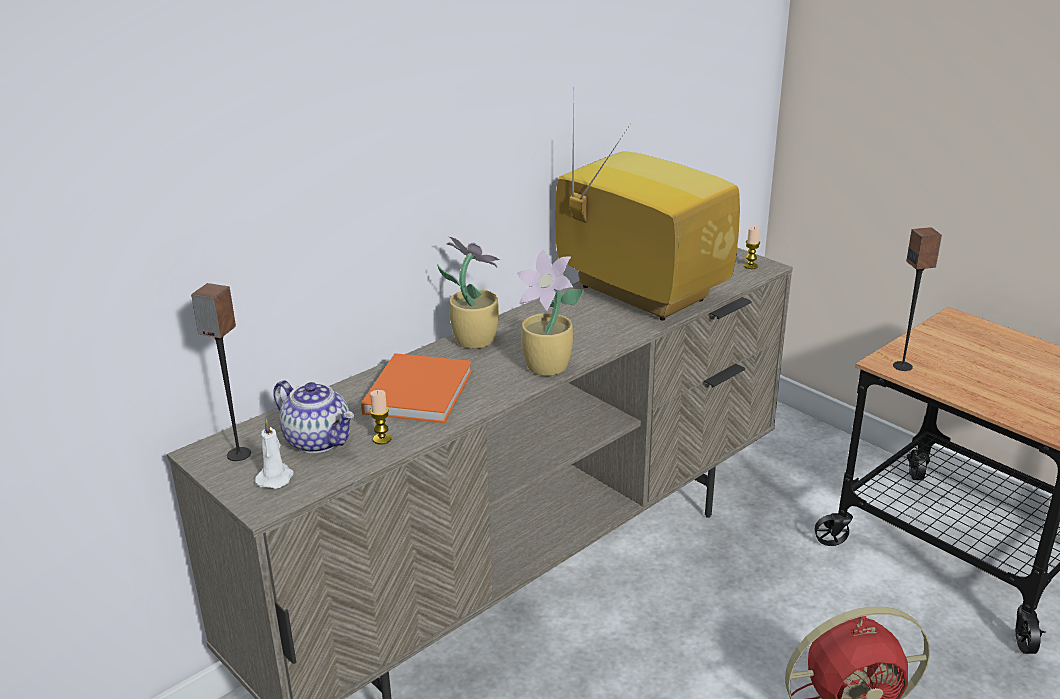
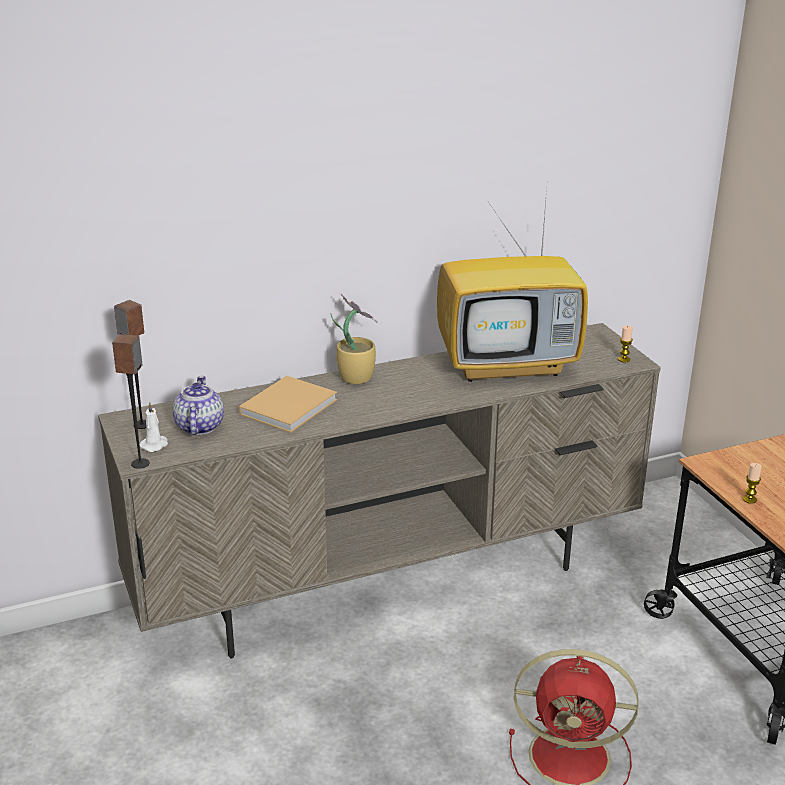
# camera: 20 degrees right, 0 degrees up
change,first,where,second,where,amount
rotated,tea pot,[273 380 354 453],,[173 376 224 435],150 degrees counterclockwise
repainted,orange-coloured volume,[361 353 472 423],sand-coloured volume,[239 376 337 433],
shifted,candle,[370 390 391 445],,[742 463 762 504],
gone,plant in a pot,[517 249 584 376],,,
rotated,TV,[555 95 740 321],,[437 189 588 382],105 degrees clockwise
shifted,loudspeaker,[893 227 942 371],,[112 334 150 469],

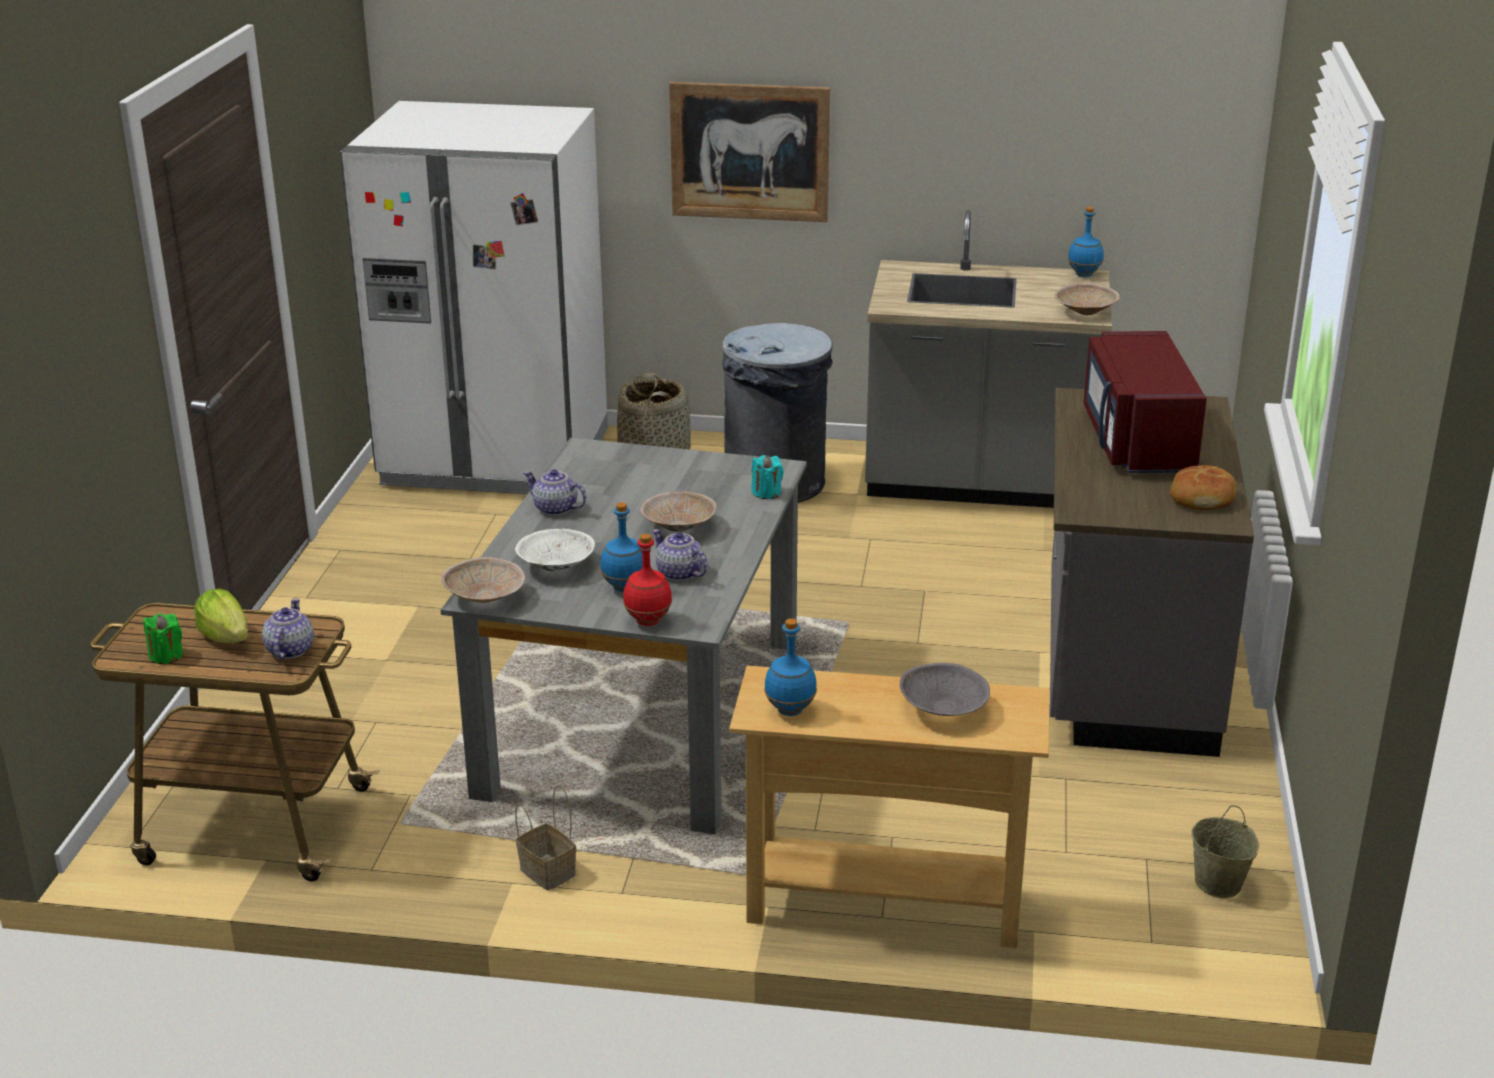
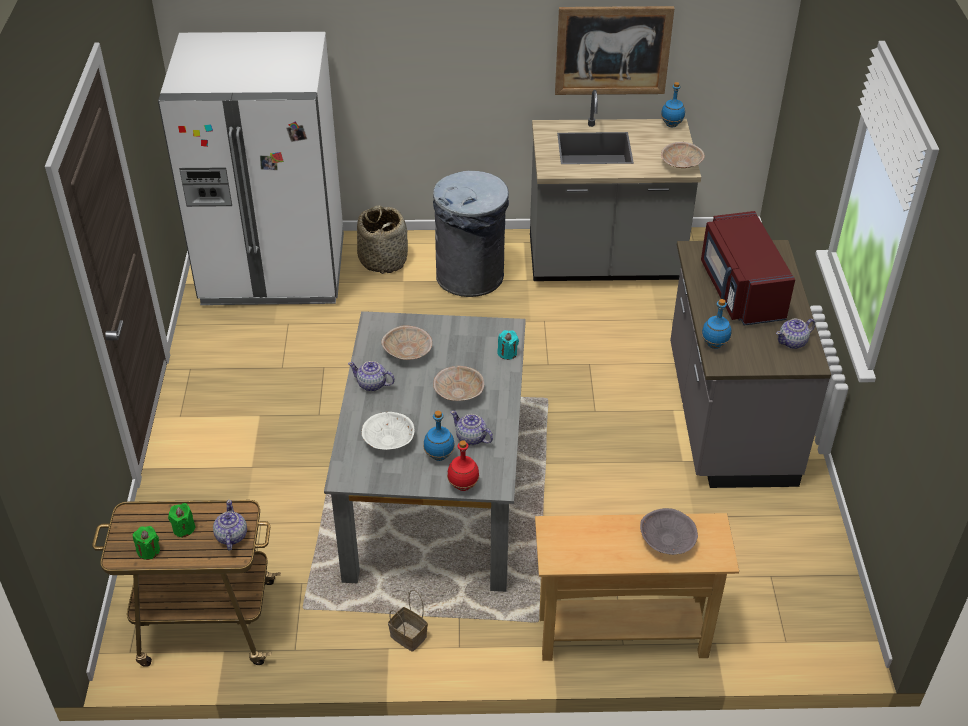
# camera: 10 degrees left, 15 degrees up
change,first,where,second,where,amount
swapped,head of lettuce,[194 589 248 643],green candle,[168 503 196 538],
shifted,sand-coloured deep dish,[441 557 526 603],,[381 325 432 360],
shifted,wall art,[669 82 830 222],,[555 6 675 95],
shifted,blue-coloured drink bottle,[764 619 817 716],,[702 299 732 349],
swapped,bakery bread,[1170 465 1237 510],tea pot,[776 319 815 349],
gone,sand-coloured water bucket,[1191 805 1259 898],,,

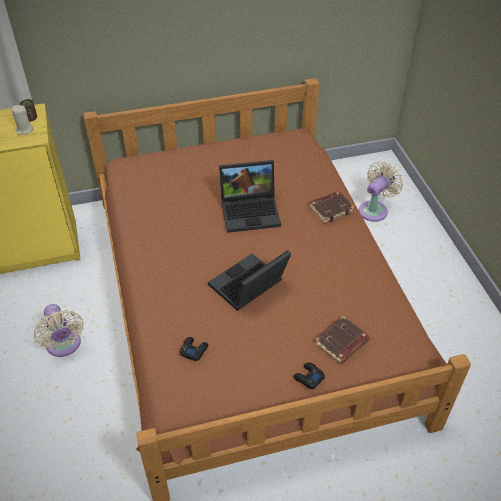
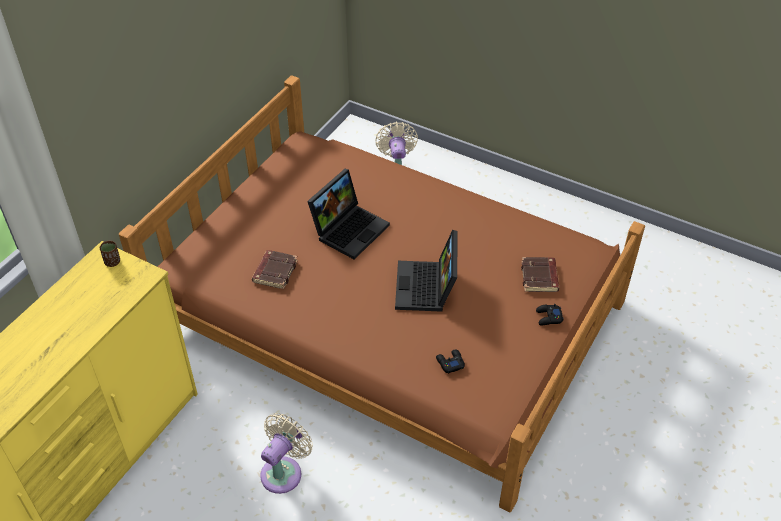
# camera: 45 degrees left, 0 degrees up
change,first,where,second,where,amount
gone,sand-coloured candle,[12 105 33 135],,,
rotated,sand-coloured cooling fan,[34 304 84 357],,[260 413 313 494],75 degrees counterclockwise
shifted,brownish volume,[309 191 355 223],,[252 250 298 289],

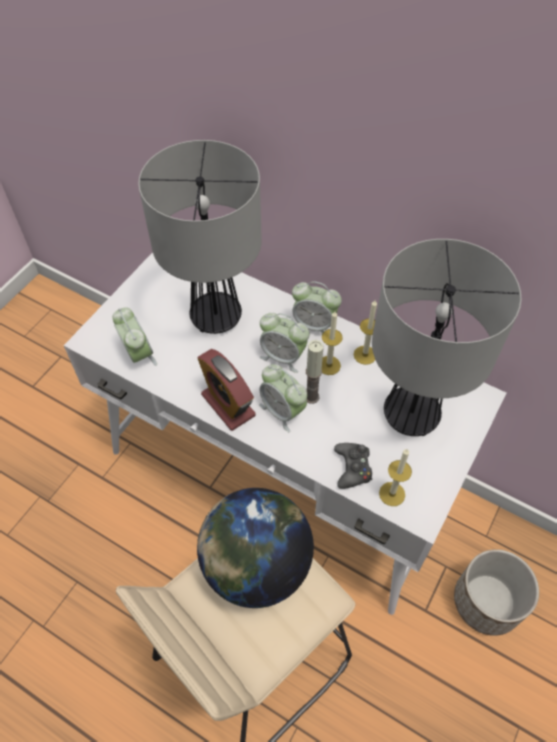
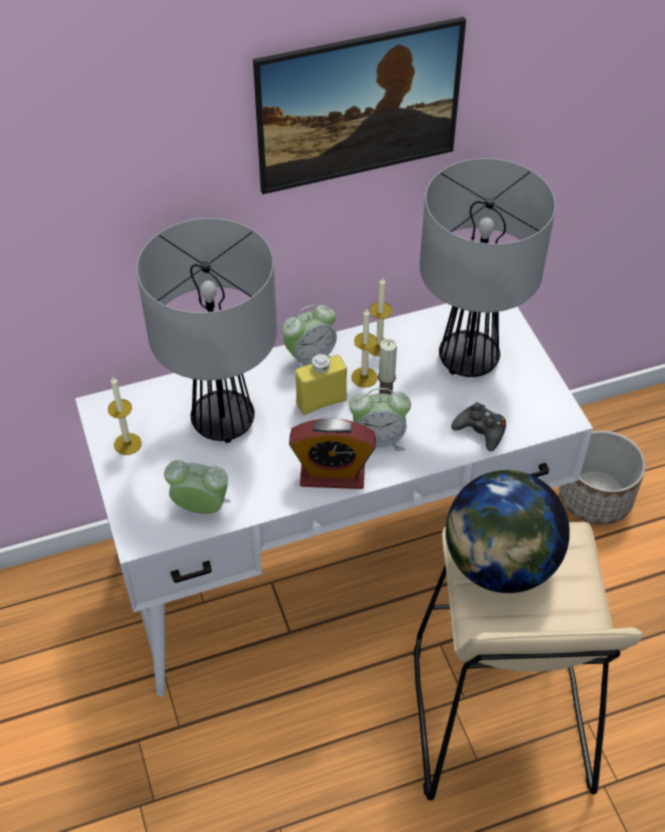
# camera: 50 degrees left, 5 degrees down
change,first,where,second,where,amount
swapped,alarm clock,[260 313 309 373],yellow drink bottle,[295 354 347 415],
shifted,candle,[379 448 412 506],,[108 377 142 455],
new,,,wall art,[253 17 466 194],

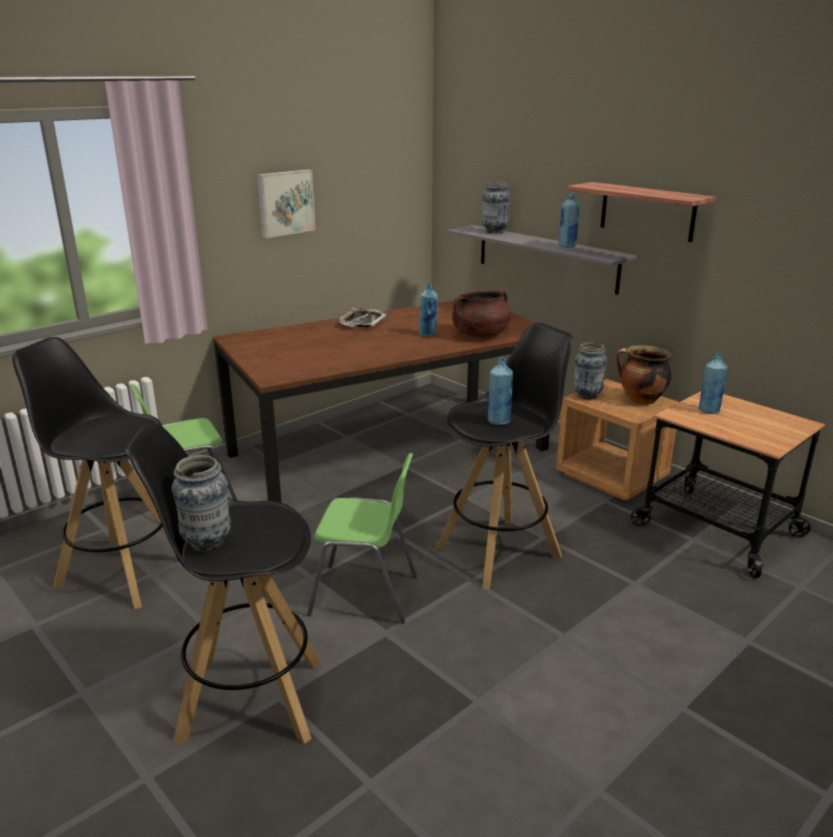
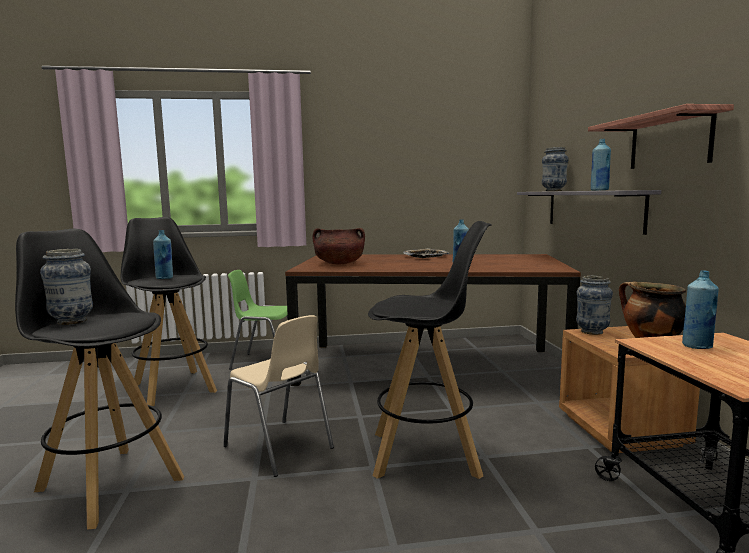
# camera: 35 degrees right, 15 degrees down
change,first,where,second,where,amount
gone,wall art,[257 169 315 238],,,
repainted,green chair,[307 453 417 624],sand-coloured chair,[223 315 334 477],
shifted,brownish cooking pot,[452 290 511 338],,[312 228 365 265],
shifted,blue-coloured drink bottle,[488 357 513 425],,[153 230 173 279],

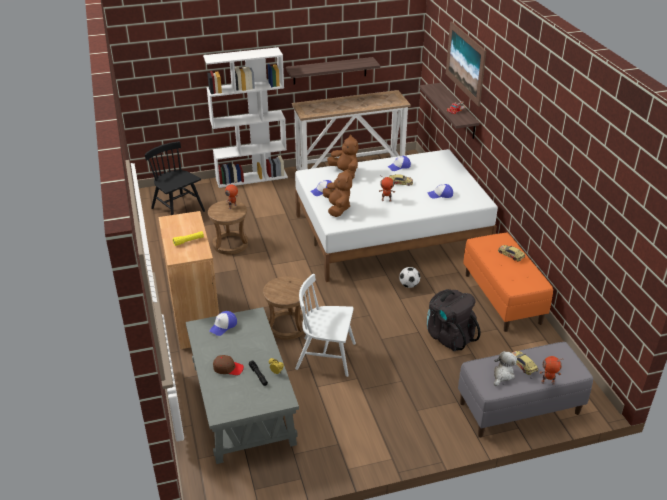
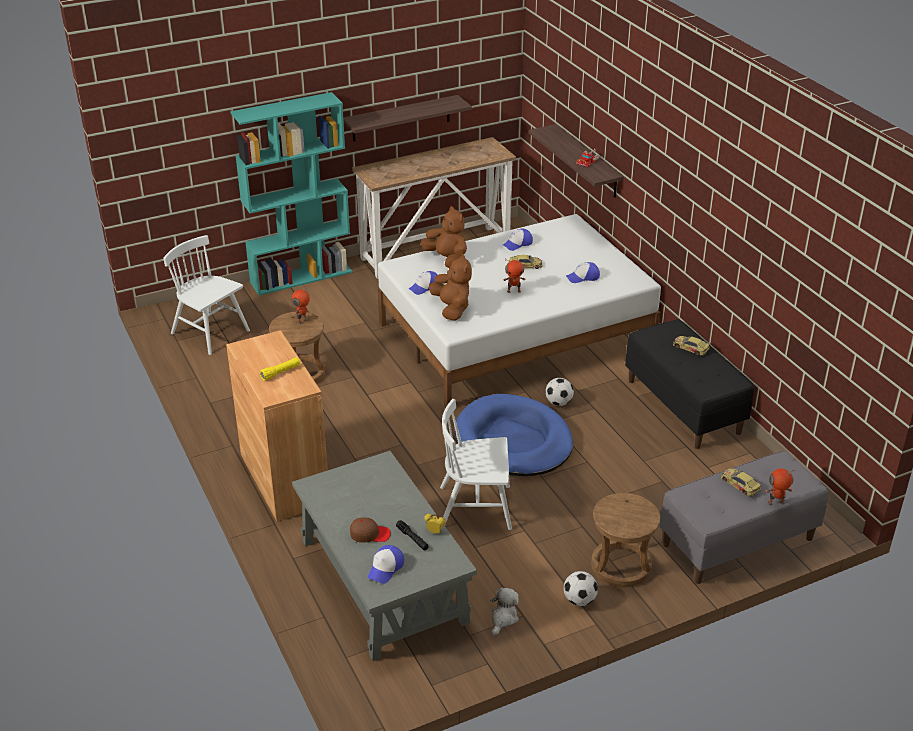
# camera: 10 degrees left, 0 degrees up
change,first,where,second,where,amount
repainted,blackish chair,[145 141 205 215],white-coloured chair,[163 235 250 355],
repainted,white-coloured bookshelf,[203 47 288 188],blue-green bookshelf,[230 92 352 296],
shifted,baseball cap,[209 311 237 336],,[368 545 404 584],
shifted,brownish sitting stool,[263 276 308 340],,[591 493 660 587],
gone,blackish backpack,[427 289 481 351],,,
gone,wall art,[446 22 486 107],,,
repainted,orange-coloured indoor bench,[463 233 553 332],blackish indoor bench,[625 319 754 449],
shifted,plush toy,[494 351 517 386],,[490 587 519 635],
new,,,blue-coloured dog cushion,[455 394 573 476],
new,,,football ball,[564 571 598 606],

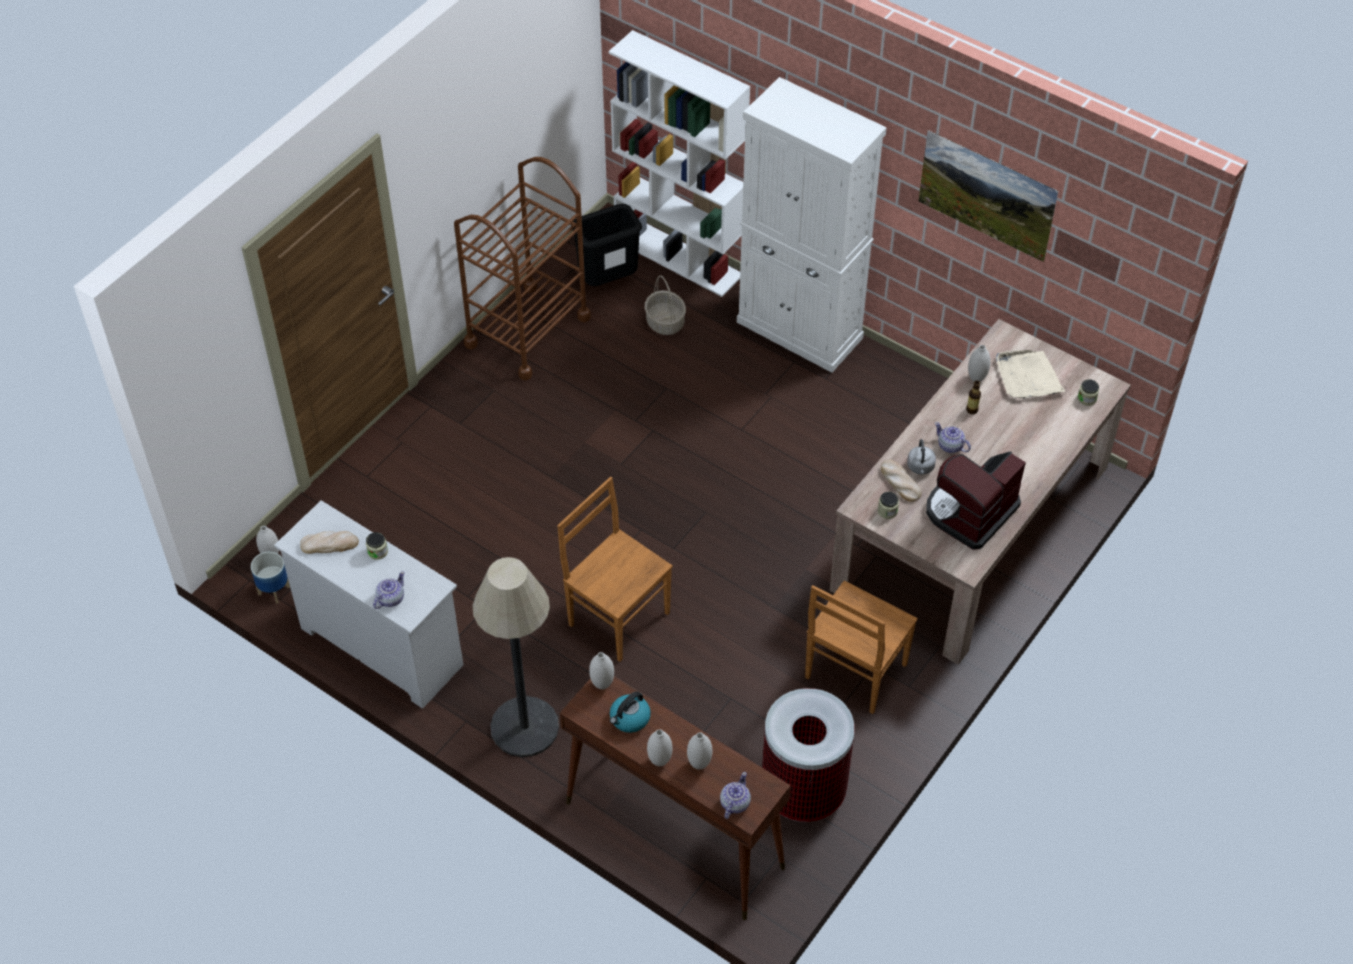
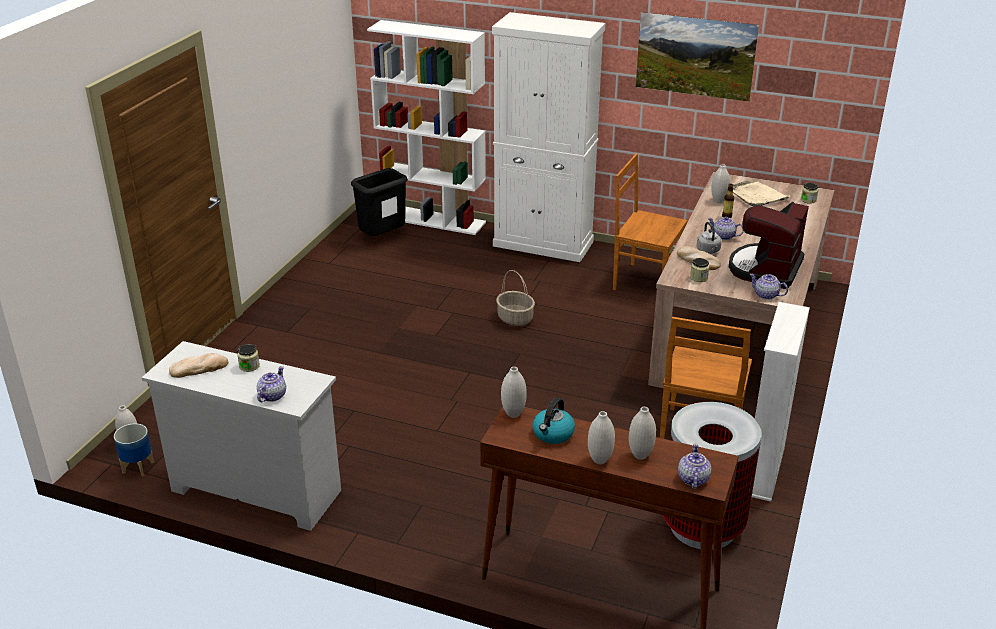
# camera: 15 degrees left, 20 degrees down
change,first,where,second,where,amount
gone,brownish cart,[454 157 591 381],,,
gone,floor lamp,[473 557 559 757],,,
shifted,brownish chair,[557 477 673 662],,[613 153 687 290],
shifted,storage basket,[645 275 686 335],,[496 270 535 326],
new,,,tea pot,[749 274 788 300],
new,,,white-coloured bookshelf,[752 302 810 502],

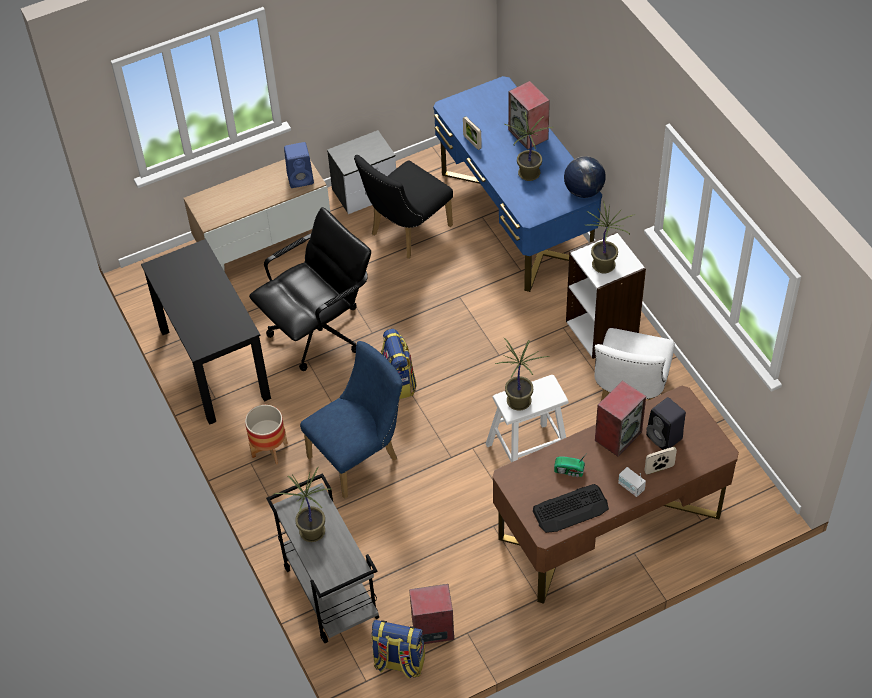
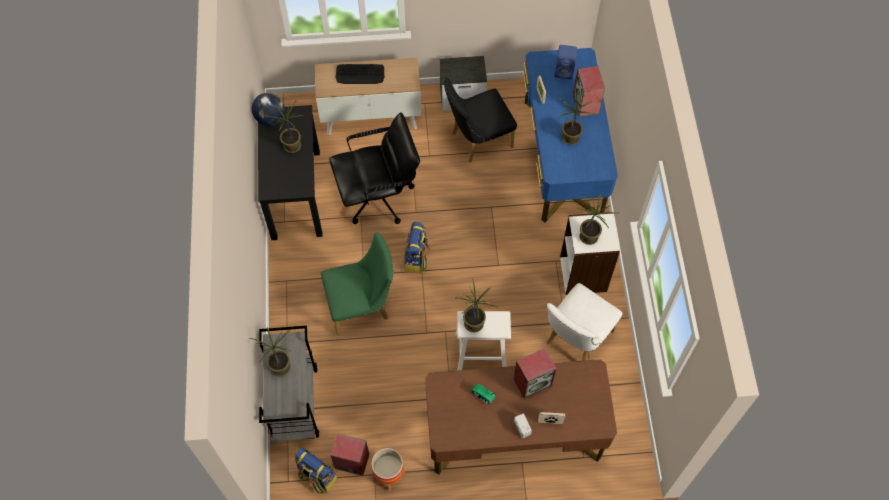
# camera: 20 degrees right, 10 degrees up
change,first,where,second,where,amount
shifted,flower pot,[245 405 288 465],,[371 448 405 491],
shifted,blue-coloured loudspeaker,[284 142 314 188],,[554 45 577 80],
repainted,blue-coloured chair,[300 341 403 499],green chair,[321 232 393 335],
shifted,PC keyboard,[533 484 609 533],,[335 64 385 84],
shifted,globe,[564 156 606 198],,[252 93 285 126],
gone,blackish loudspeaker,[646 397 686 450],,,
new,,,plant in a pot,[262 100 302 153],

